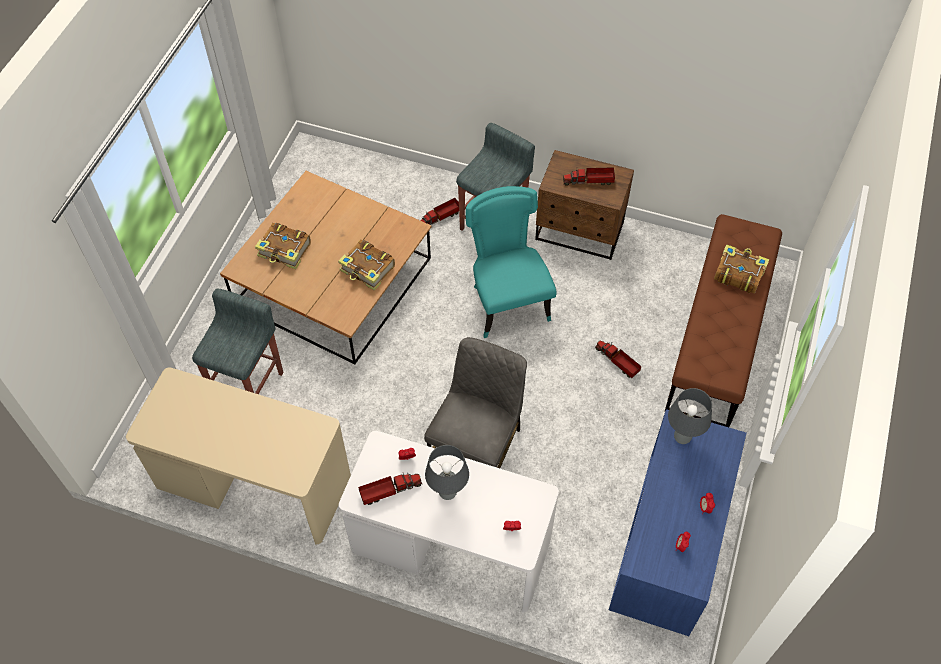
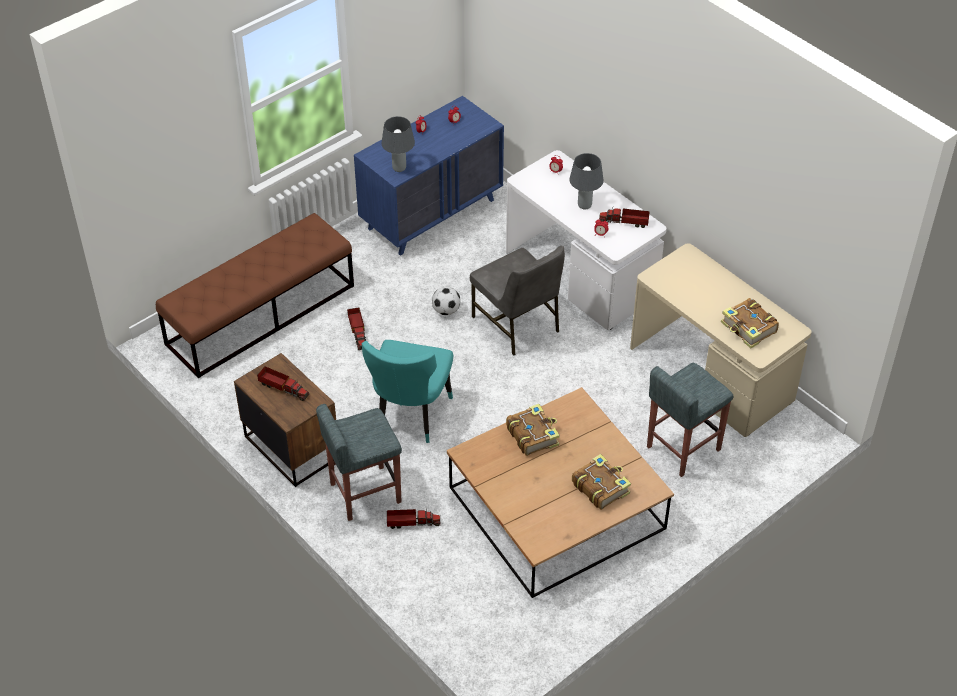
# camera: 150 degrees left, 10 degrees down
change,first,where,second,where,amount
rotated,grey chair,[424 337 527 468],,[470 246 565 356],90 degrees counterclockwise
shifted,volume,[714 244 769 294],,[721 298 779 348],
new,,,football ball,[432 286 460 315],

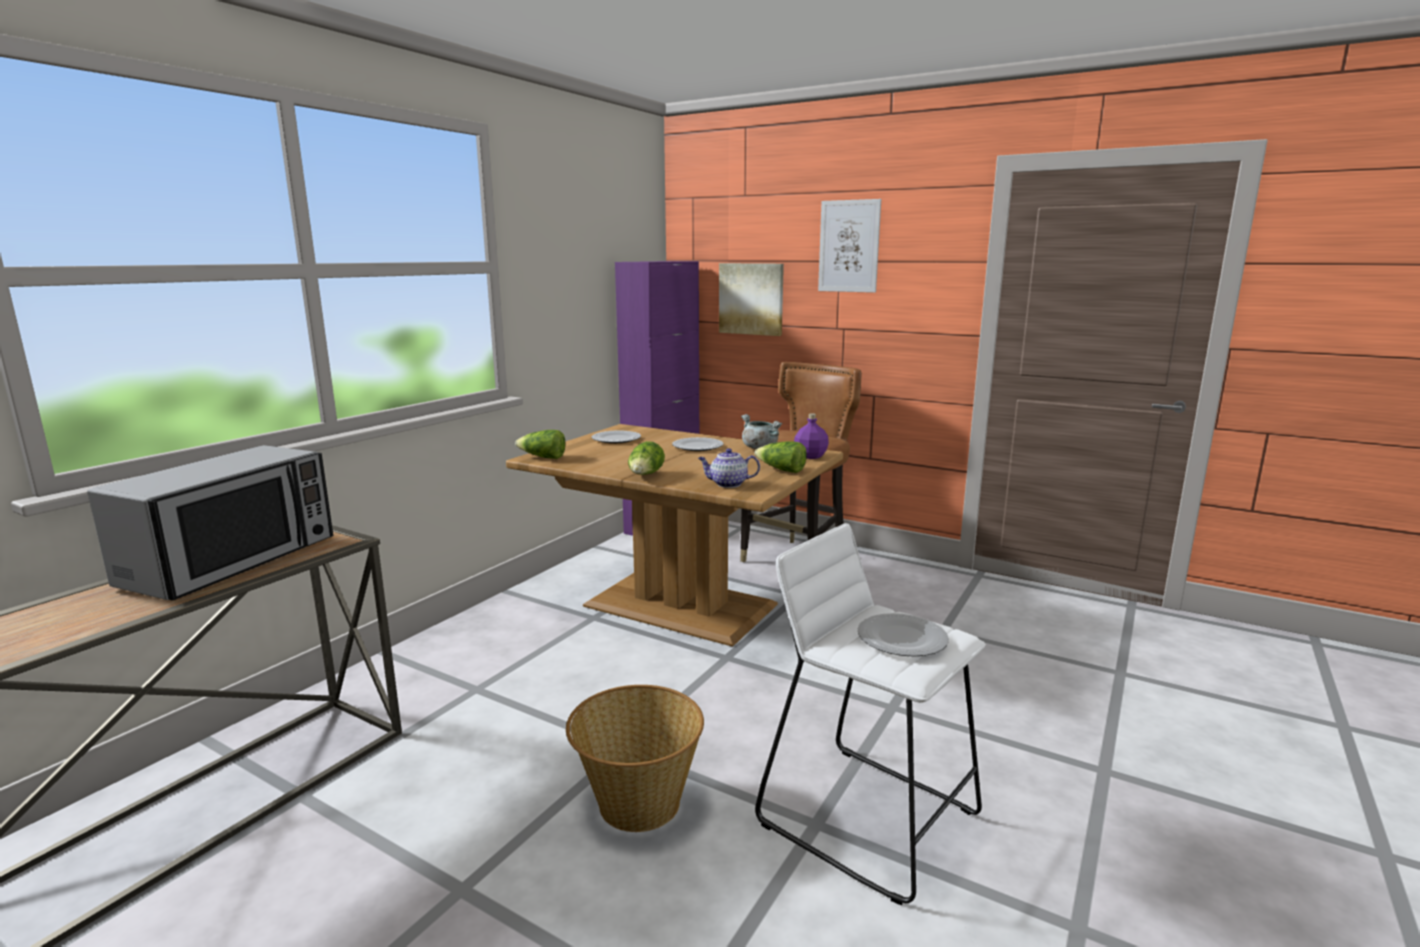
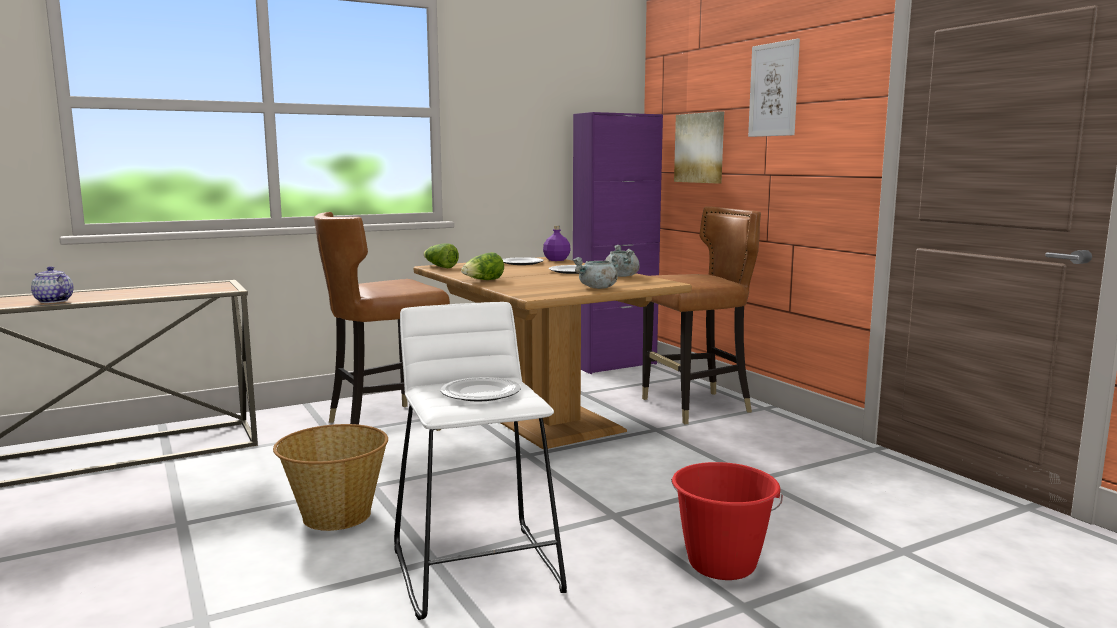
# camera: 30 degrees right, 5 degrees down
change,first,where,second,where,amount
gone,microwave,[87 445 333 600],,,
shifted,tea pot,[698 448 760 488],,[31 266 74 303],
swapped,head of lettuce,[755 441 807 473],grey cooking pot,[573 254 621 289],
shifted,purplish drink bottle,[794 413 829 459],,[543 226 571 261],
new,,,brownish chair,[314 212 450 431],
new,,,red water bucket,[671 462 783 580],

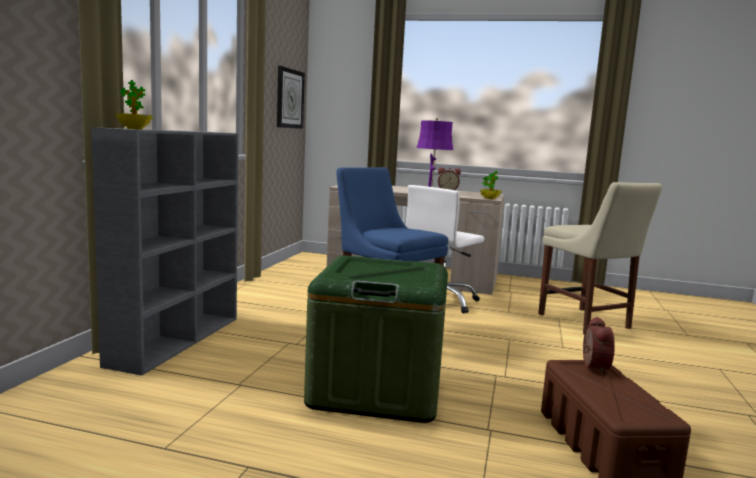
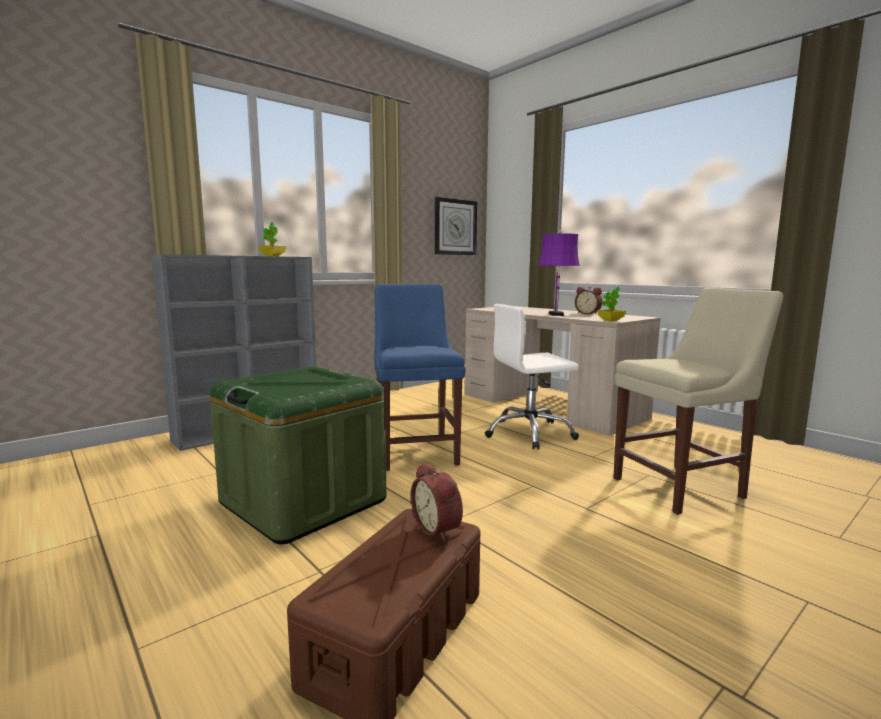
# camera: 35 degrees right, 0 degrees up
change,first,where,second,where,amount
shifted,plant in a pot,[116 80 152 129],,[258 222 286 256],
rotated,sand-coloured chair,[538 182 662 334],,[613 288 783 515],120 degrees counterclockwise
rotated,alarm clock,[583 317 615 374],,[411 462 463 541],105 degrees clockwise

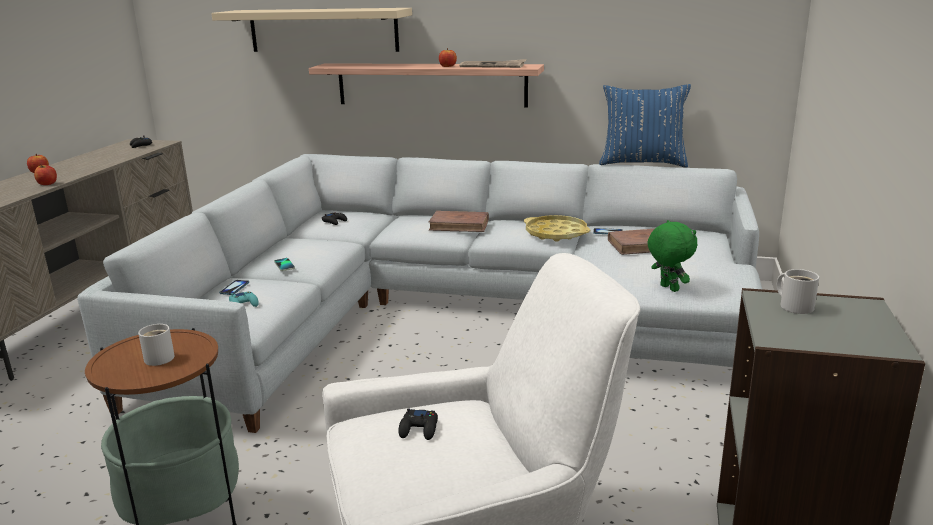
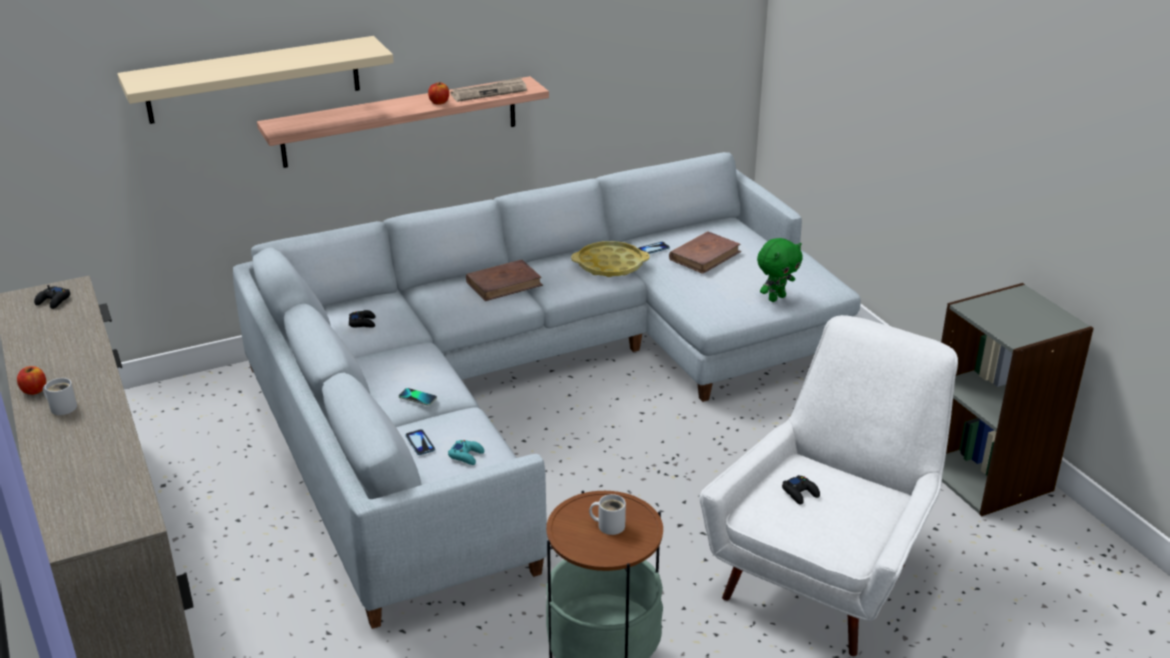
# camera: 40 degrees left, 10 degrees up
change,first,where,second,where,amount
gone,apple fruit,[34 164 57 185],,,
gone,blue-coloured throw pillow,[599 84 691 168],,,
rotated,green plush toy,[647 220 698 292],,[757 238 803 302],120 degrees clockwise
shifted,white-coloured mug,[777 269 819 314],,[43 378 77 415],

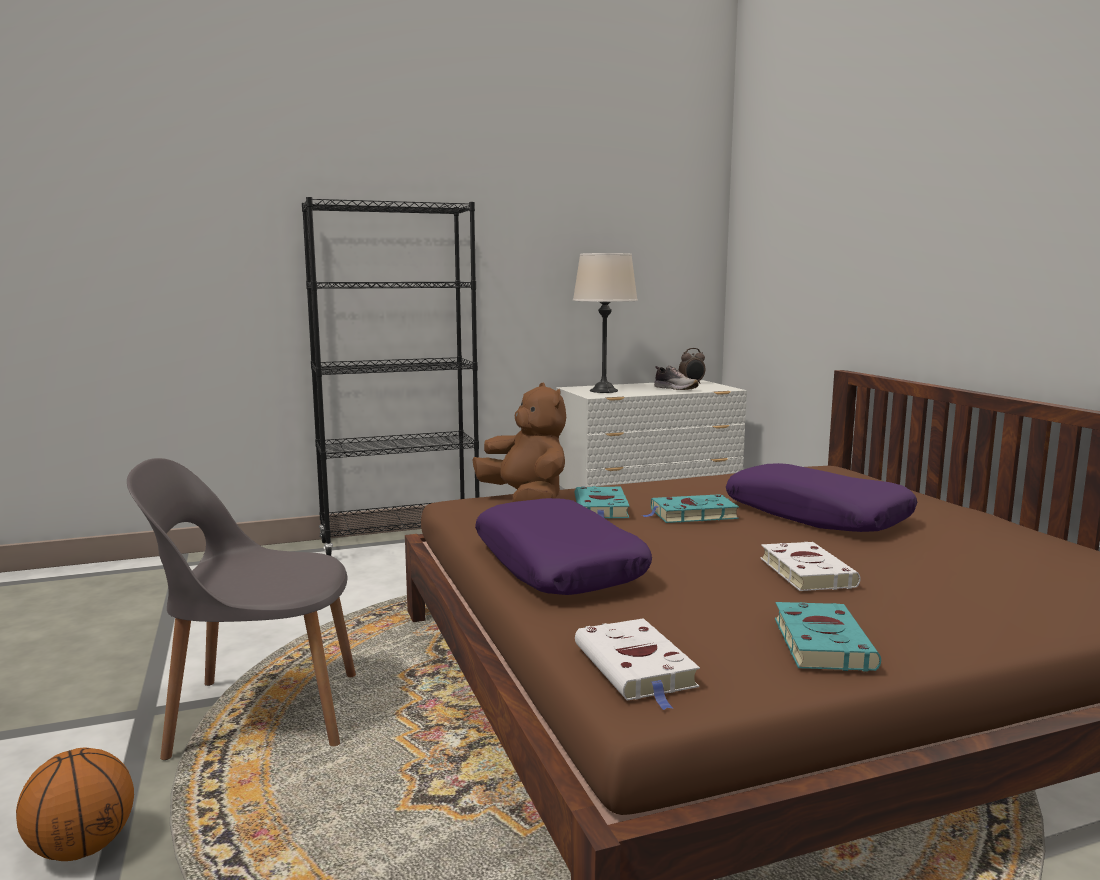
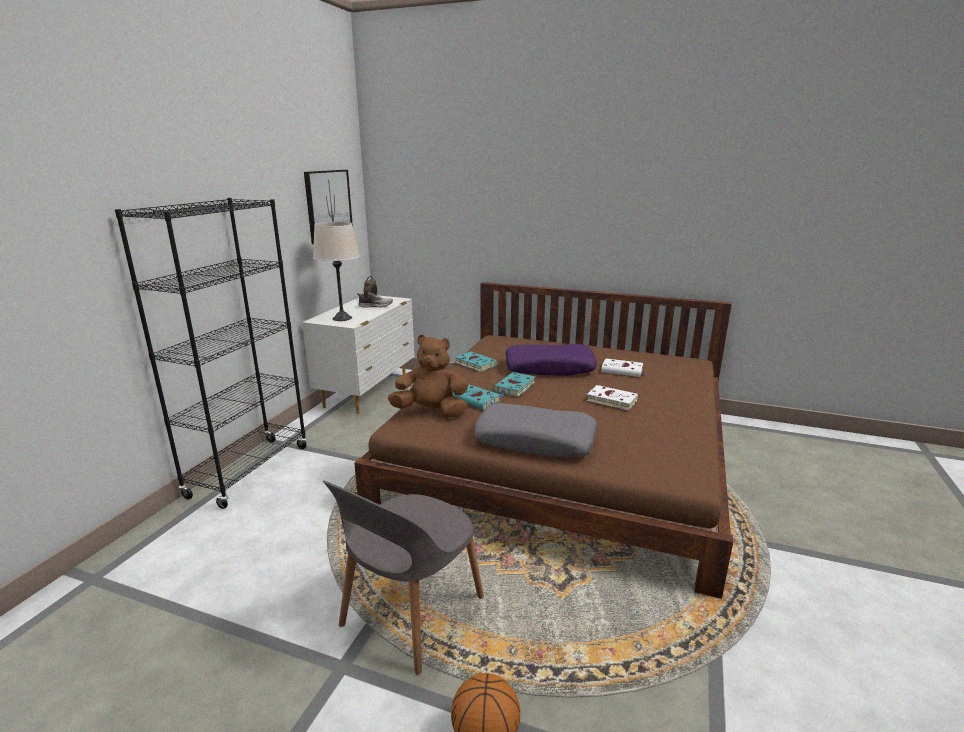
# camera: 50 degrees left, 10 degrees up
change,first,where,second,where,amount
repainted,purplish throw pillow,[475 498 652 595],grey throw pillow,[474 403 597 457],
shifted,white-coloured volume,[575 618 700 710],,[601 358 649 377],
shifted,blue-green volume,[775 602 881 672],,[455 352 498 372],
new,,,wall art,[304 170 353 244],

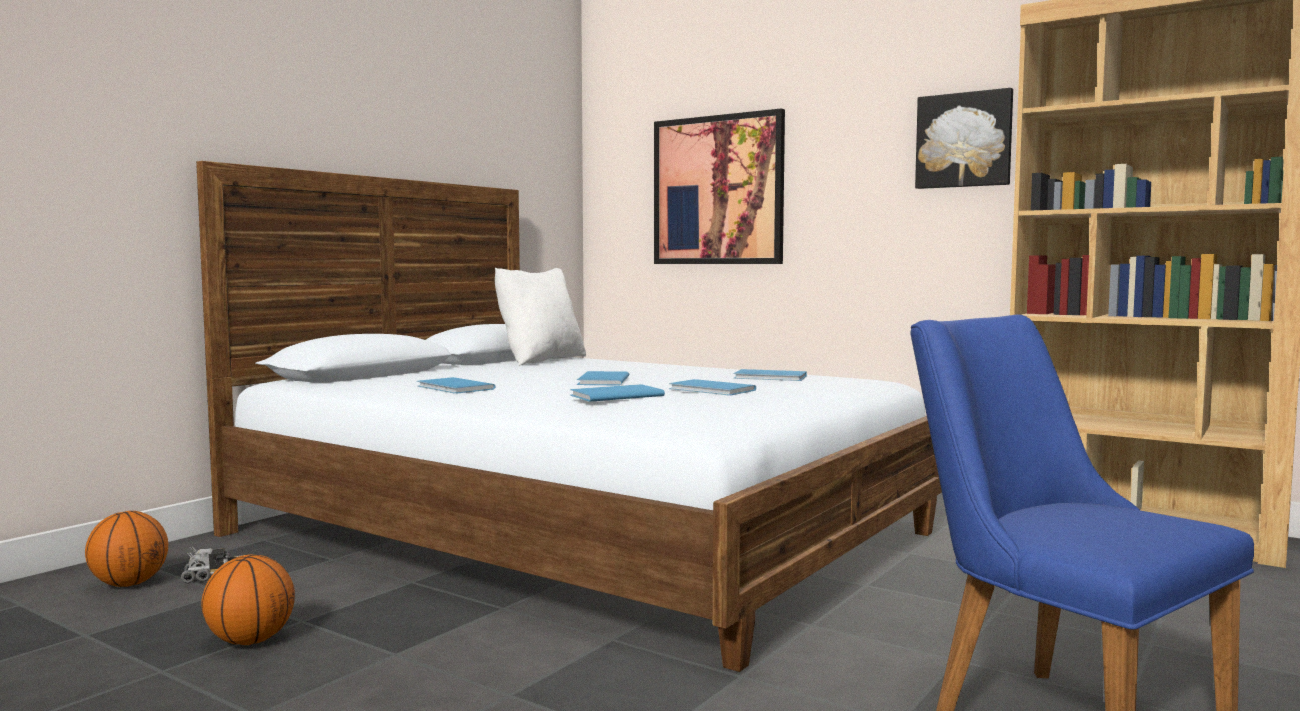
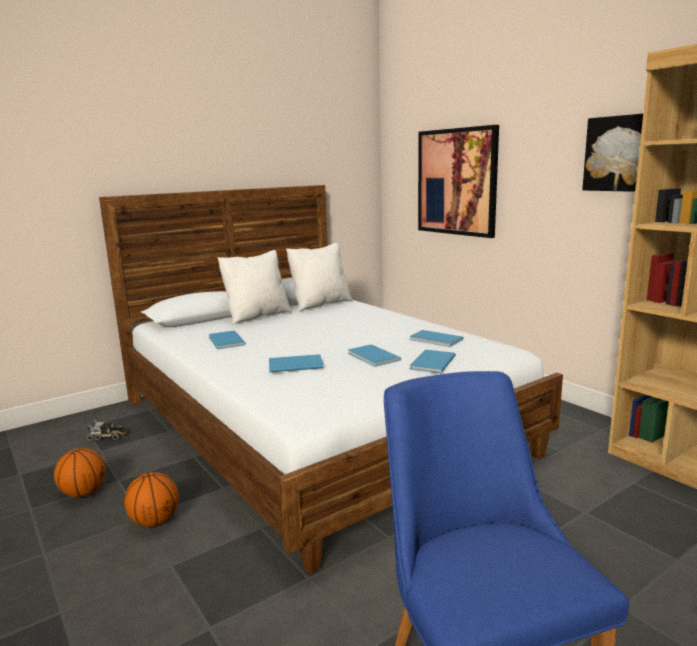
# camera: 20 degrees right, 10 degrees up
change,first,where,second,where,amount
shifted,ball for basketball,[85 511 168 587],,[124 472 179 527],
shifted,blue-coloured volume,[577 371 629 386],,[410 350 456 373],
new,,,white-coloured throw pillow,[218 250 292 325],

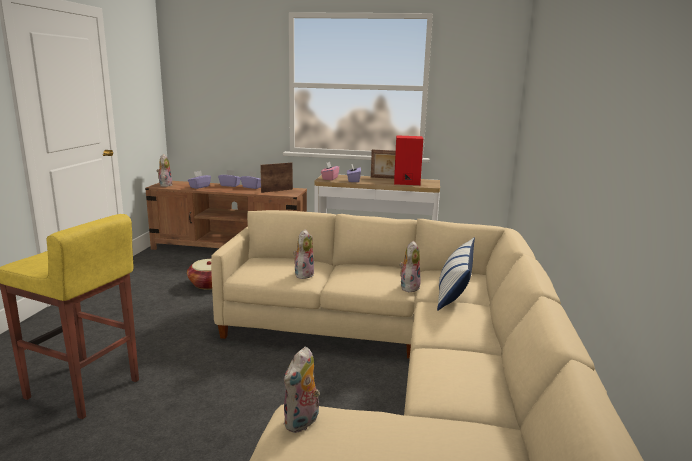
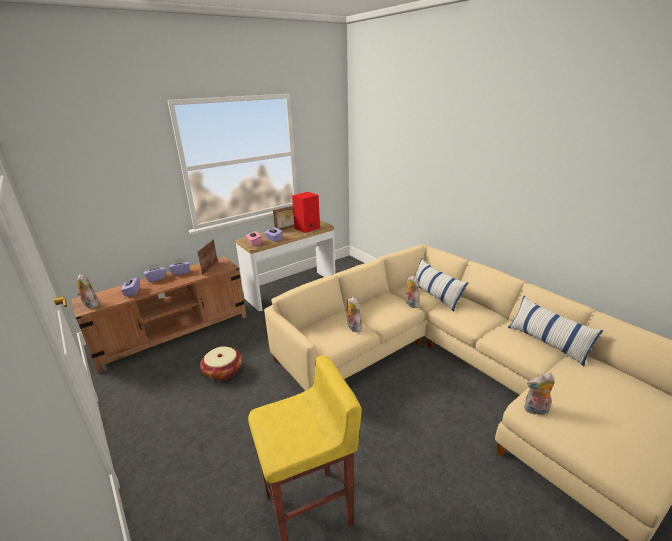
# camera: 45 degrees left, 10 degrees up
change,first,where,second,where,amount
rotated,plush toy,[283 347 320 433],,[524 373 555 415],105 degrees clockwise
new,,,throw pillow,[508 296 603 366],

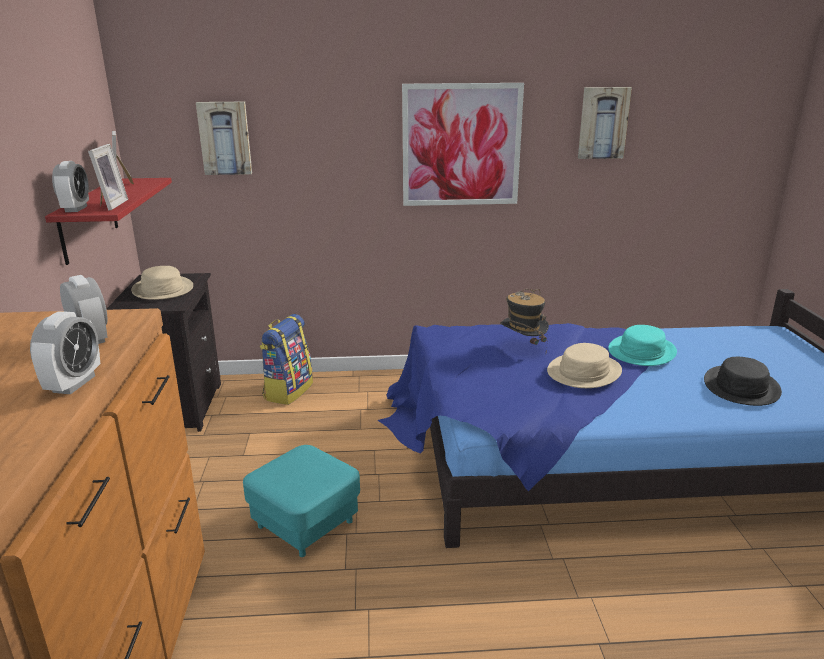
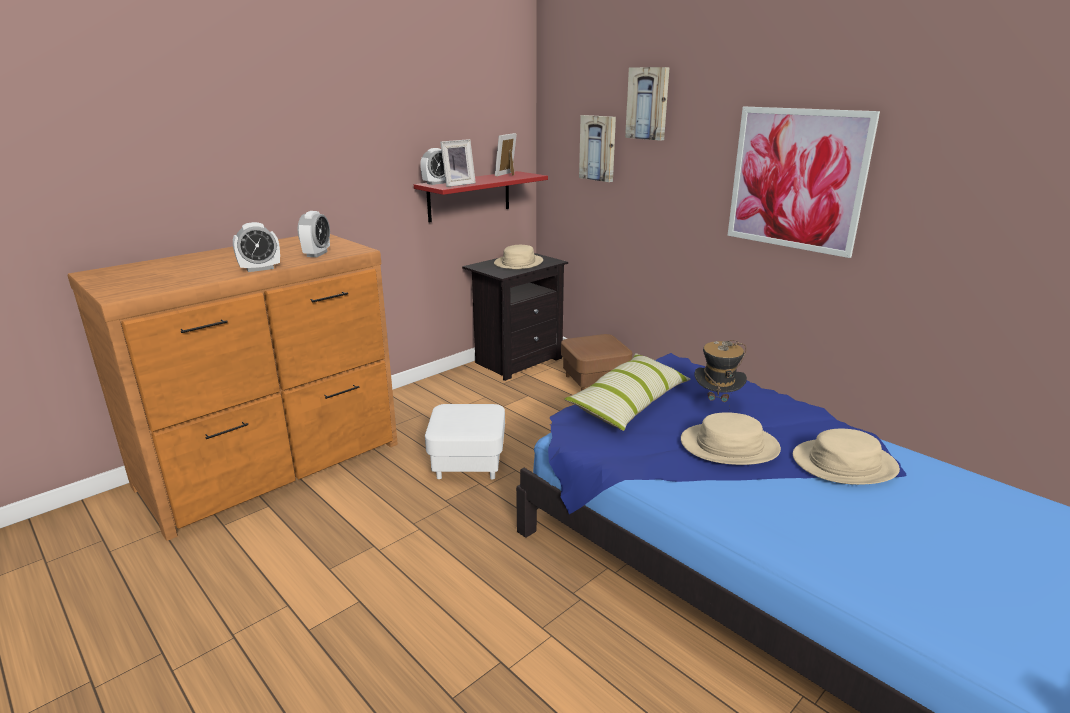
# camera: 50 degrees right, 0 degrees up
change,first,where,second,where,amount
repainted,blue-green ottoman,[243 445 360 557],white-coloured ottoman,[425 404 505 479],
swapped,backpack,[260 314 313 405],brownish ottoman,[561 334 632 391],
shifted,wall art,[578 87 632 159],,[625 67 670 141],
repainted,blue-green hat,[608 325 677 366],sand-coloured hat,[793 429 900 485],
gone,blackish hat,[704 357 782 406],,,
new,,,throw pillow,[564 353 691 431],

